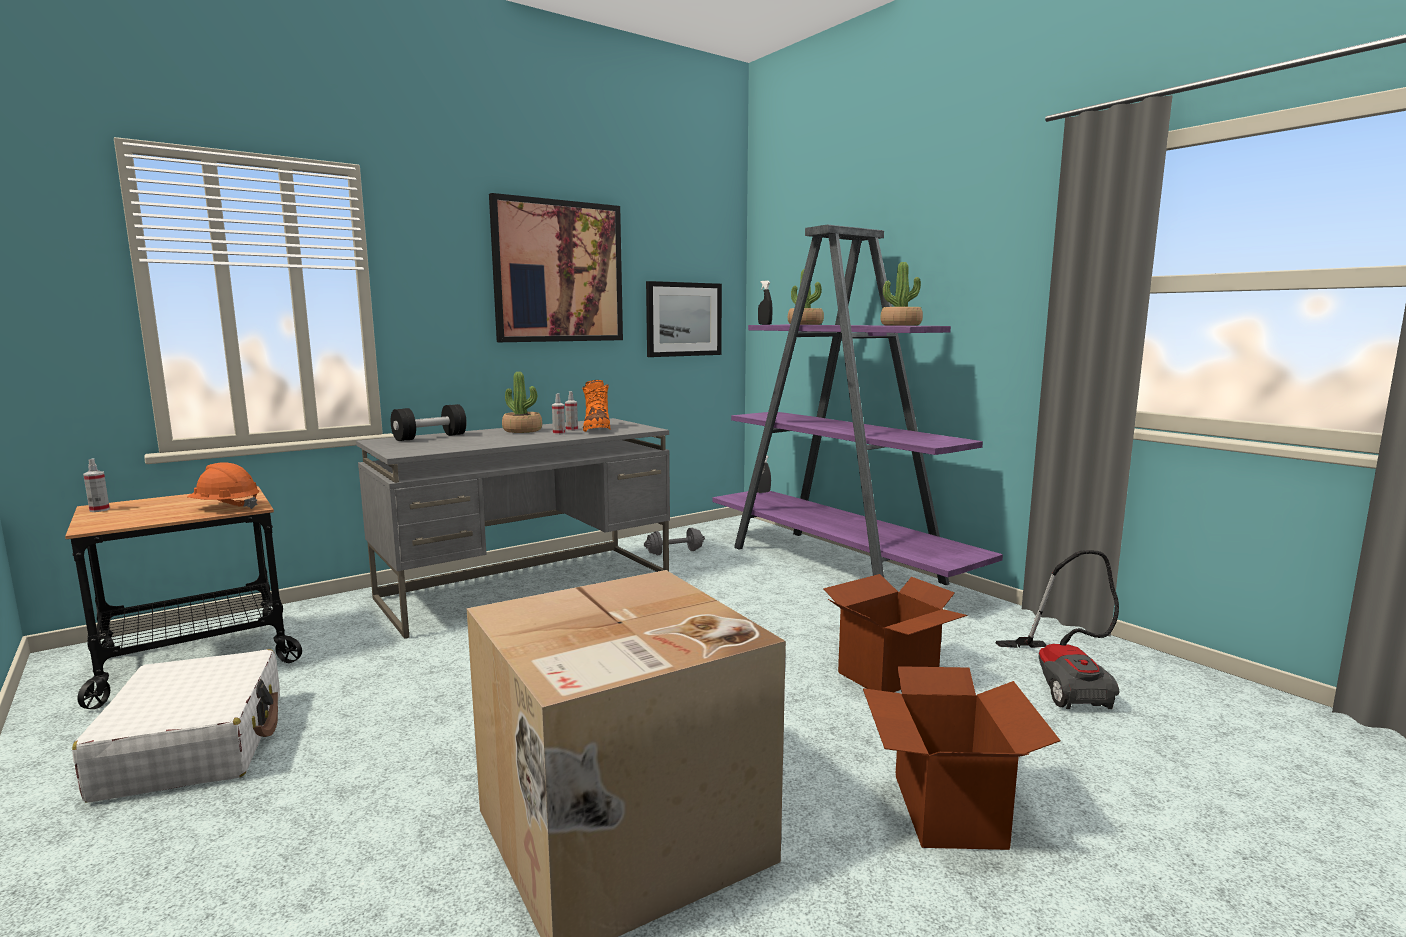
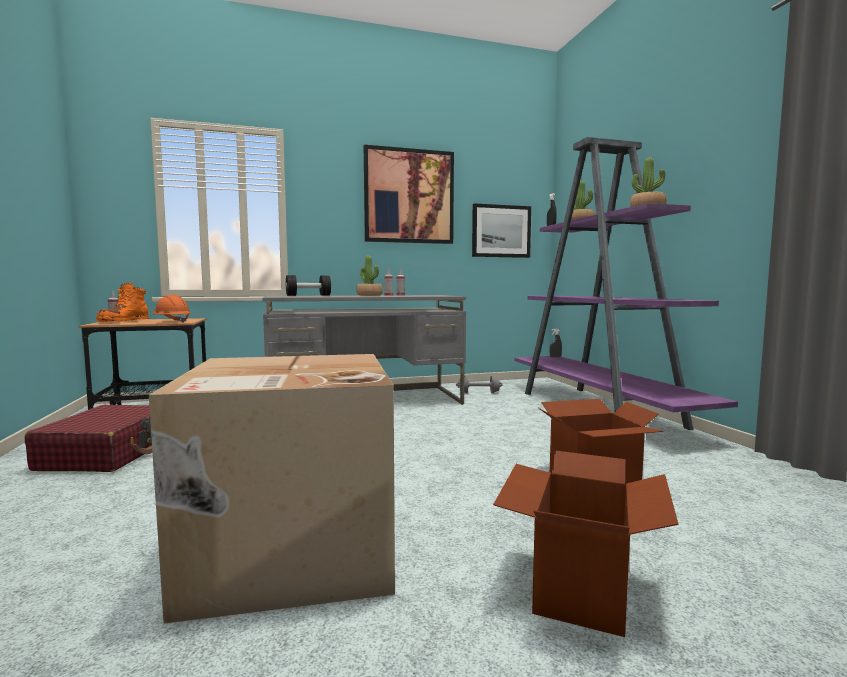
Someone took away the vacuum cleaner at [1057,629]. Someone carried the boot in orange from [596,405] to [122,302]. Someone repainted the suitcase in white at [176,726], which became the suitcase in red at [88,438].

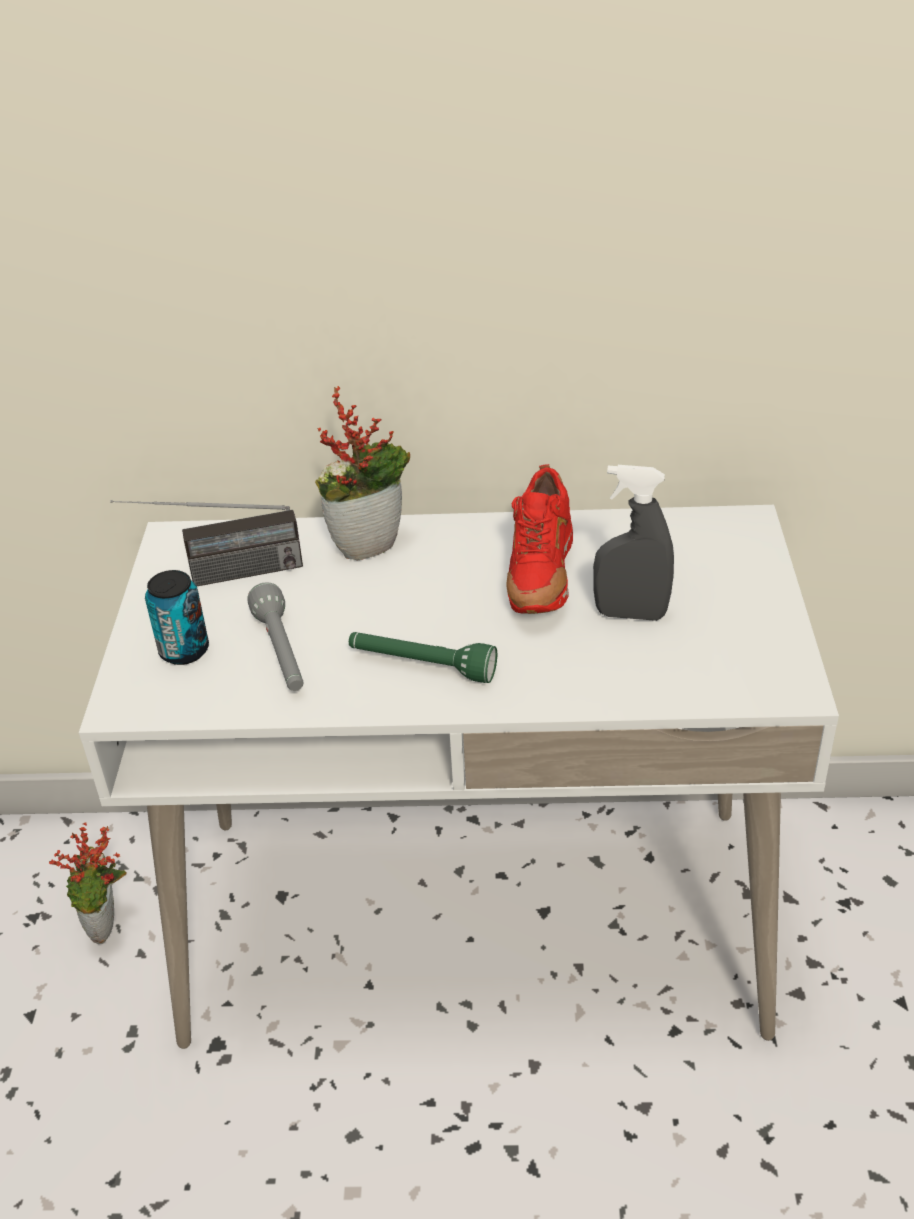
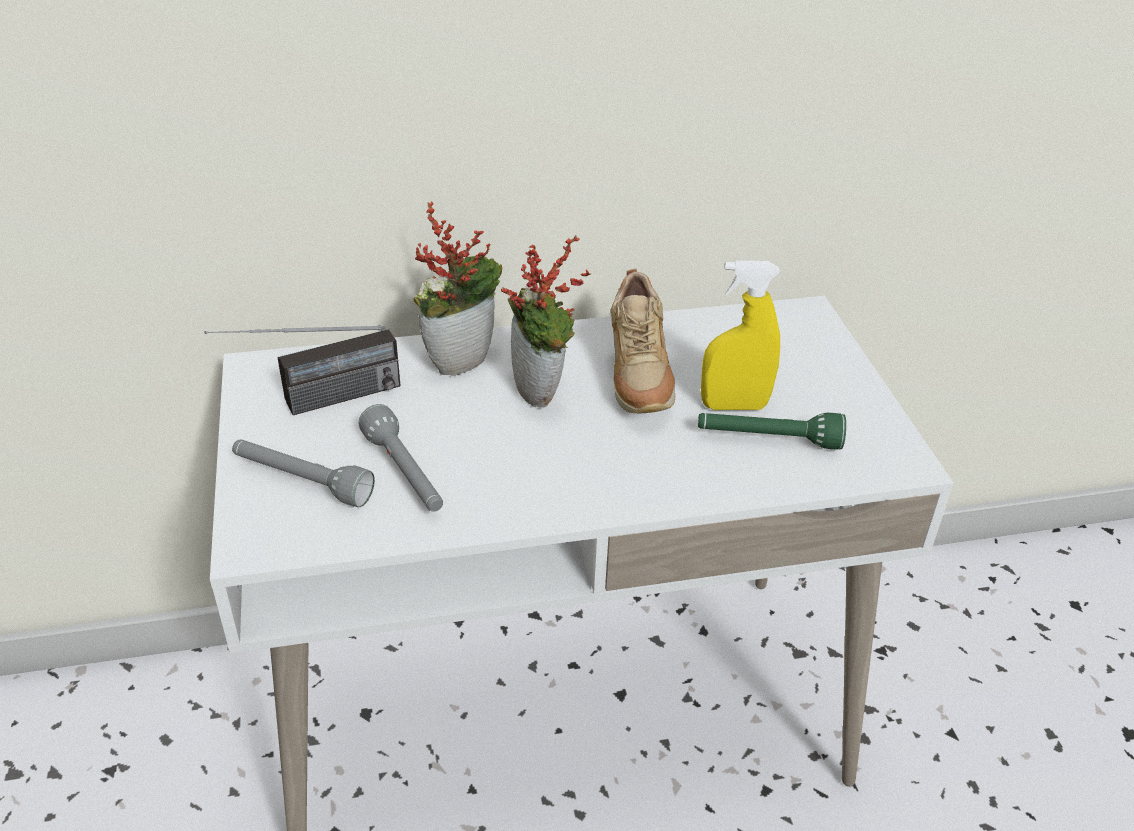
Someone carried the potted plant from [88,883] to [545,321]. Someone carried the flashlight in green from [423,657] to [772,431]. Someone swapped the can at [177,617] for the flashlight in grey at [303,473]. Someone repainted the shoe in red at [540,539], which became the shoe in beige at [643,341]. Someone repainted the spray bottle in grey at [633,543], which became the spray bottle in yellow at [740,335].

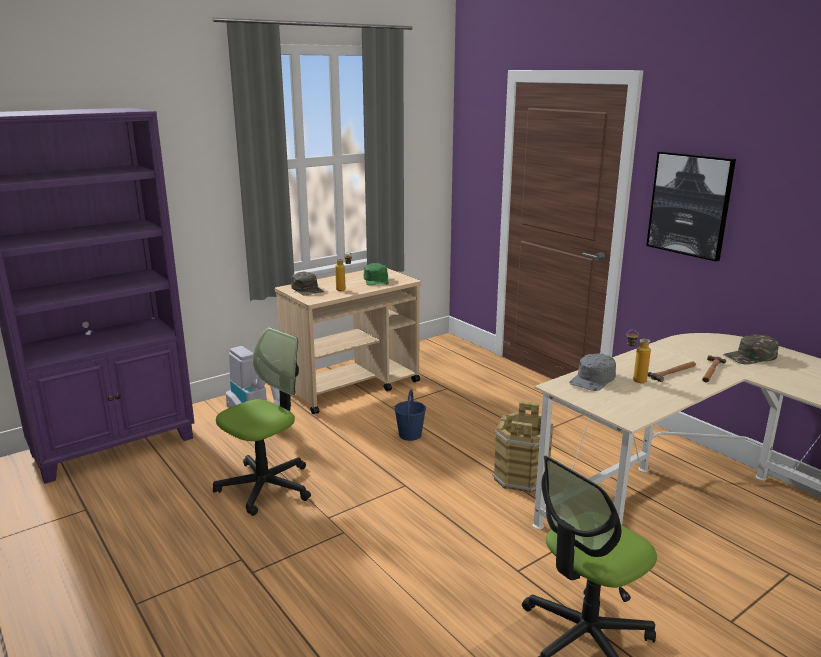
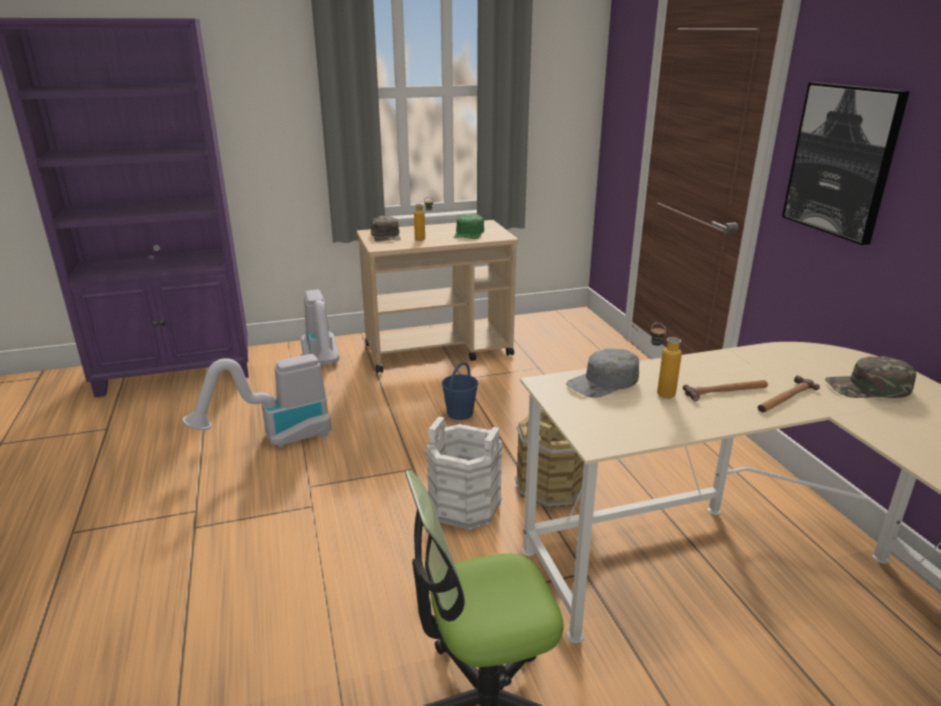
Someone put down the bucket in white at [464,473]. Someone swapped the office chair at [262,421] for the vacuum cleaner at [257,401].

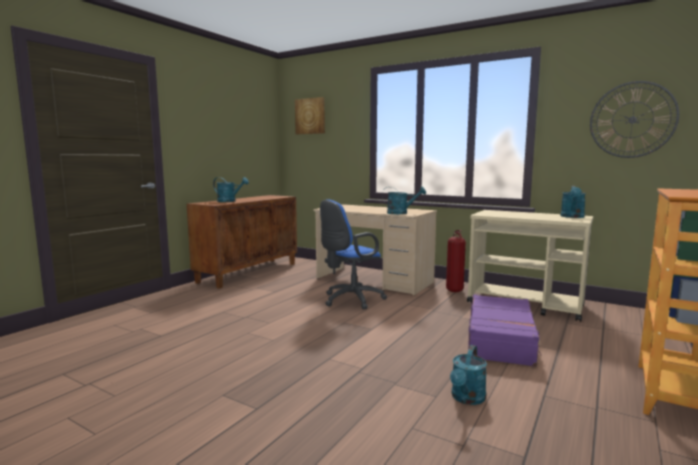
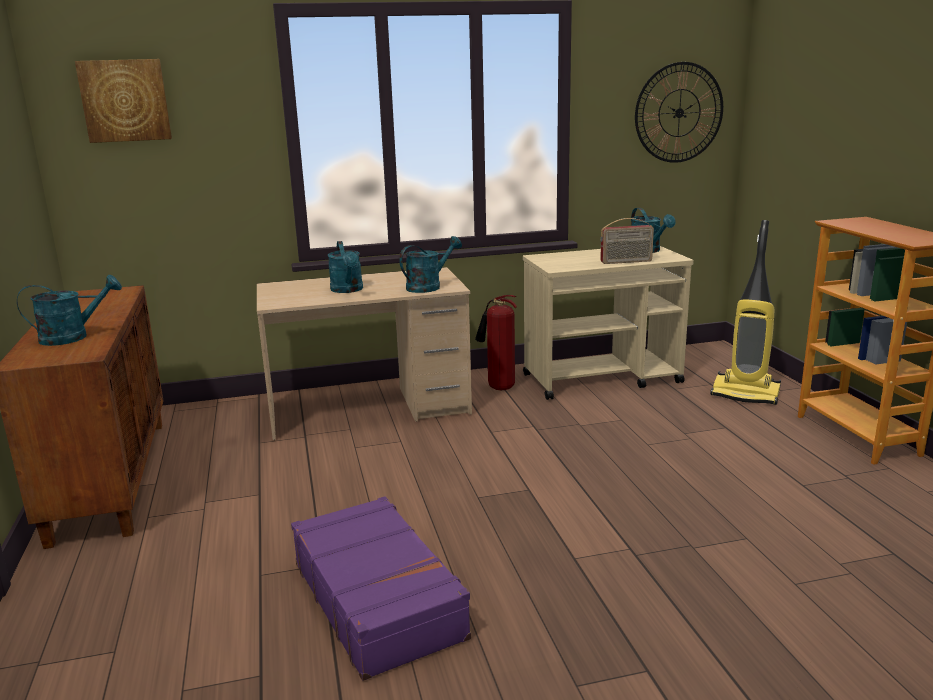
Someone took away the office chair in blue at [353,254]. Someone put down the radio at [627,241]. Someone put down the vacuum cleaner at [745,312]. Someone carried the watering can in turquoise from [468,375] to [345,267]. Someone carried the suitcase in purple from [505,331] to [381,588].

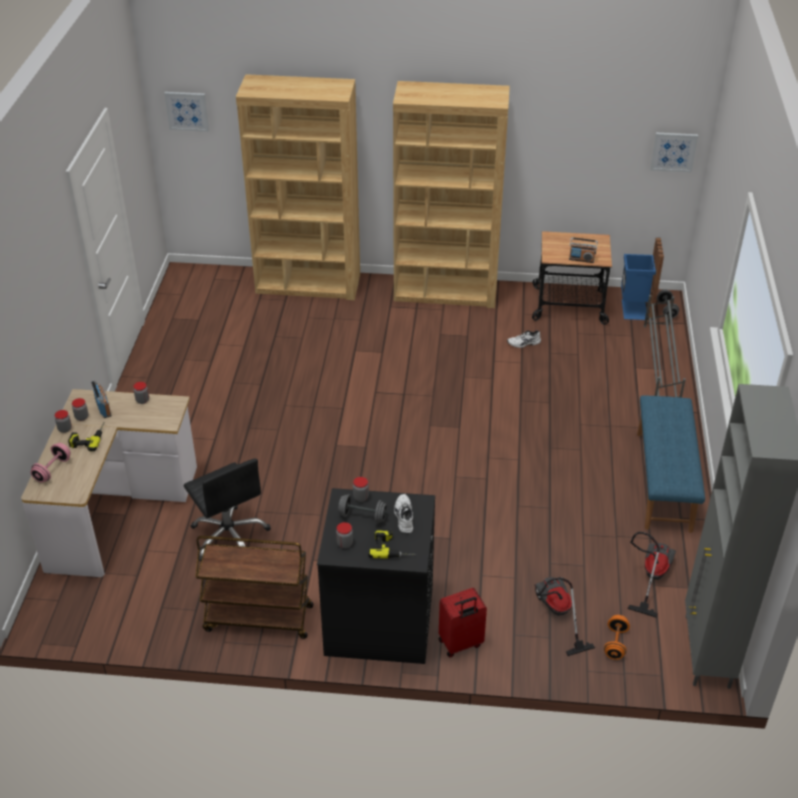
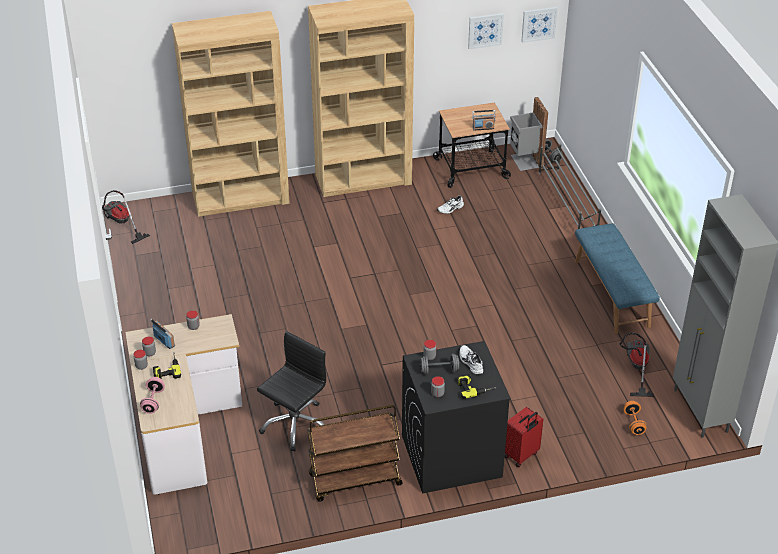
Someone carried the picture from [186,112] to [486,31]. Someone carried the vacuum cleaner from [564,616] to [126,217]. Someone repainted the trash can in blue at [642,279], which became the trash can in grey at [529,134]. Someone rotated the office chair in black at [227,510] by 90 degrees counterclockwise.

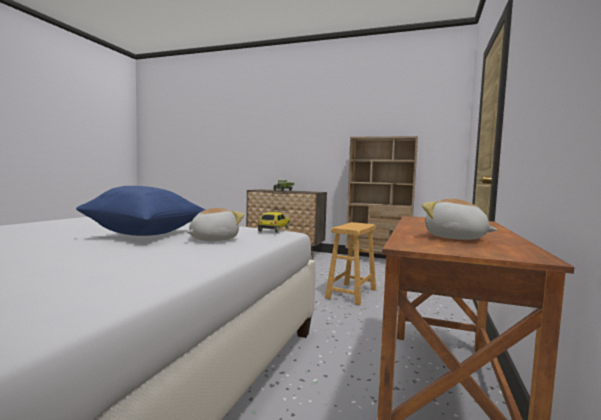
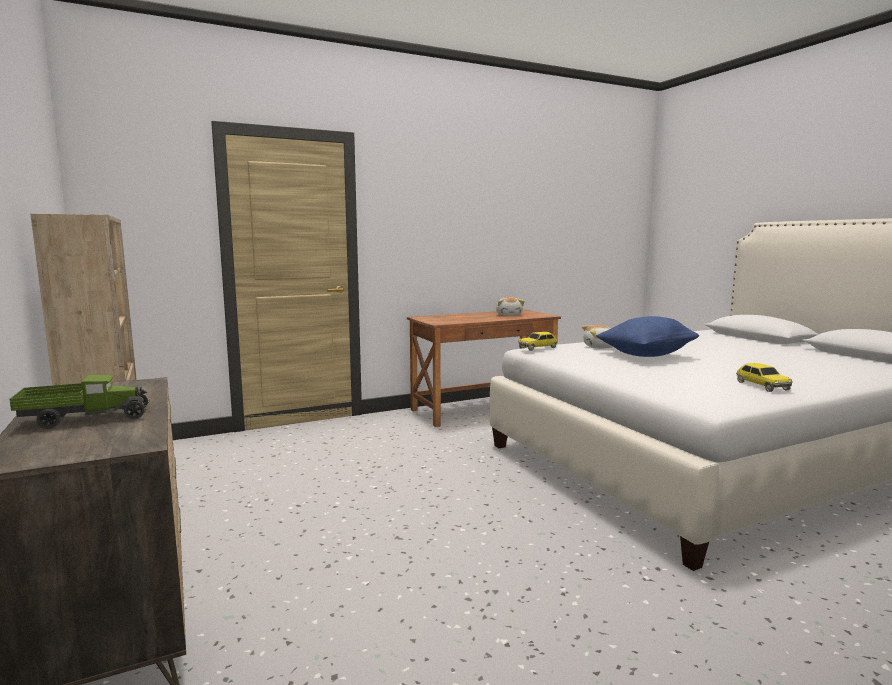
Someone took away the stool in brown at [350,263]. Someone put down the toy car at [764,377].

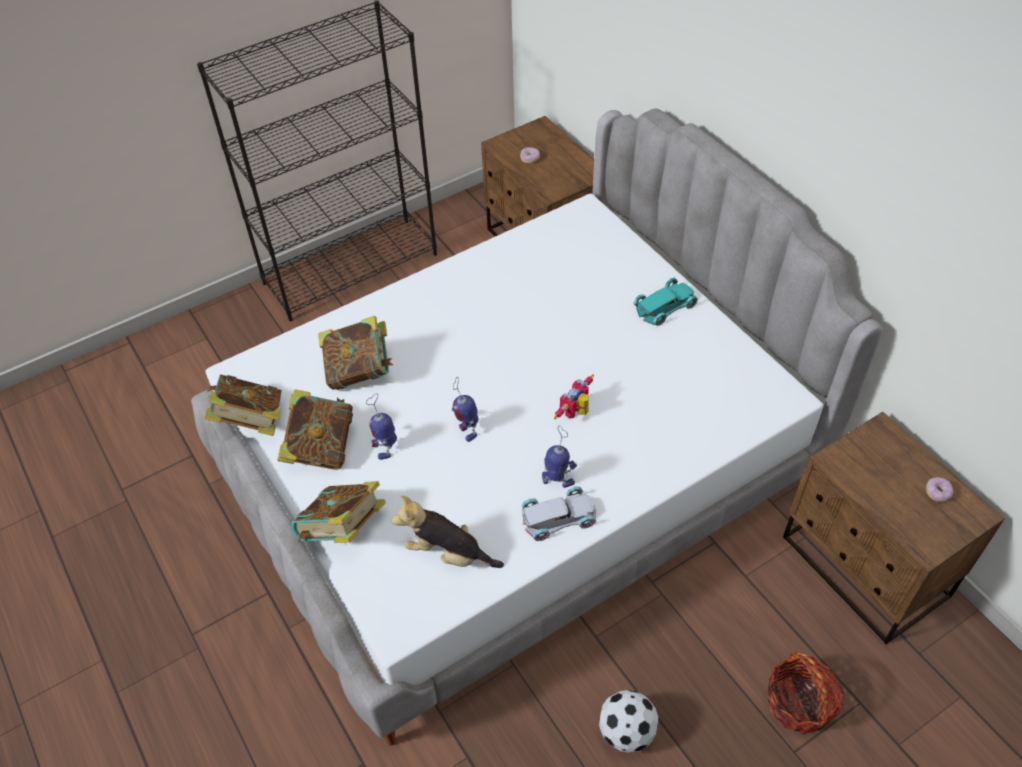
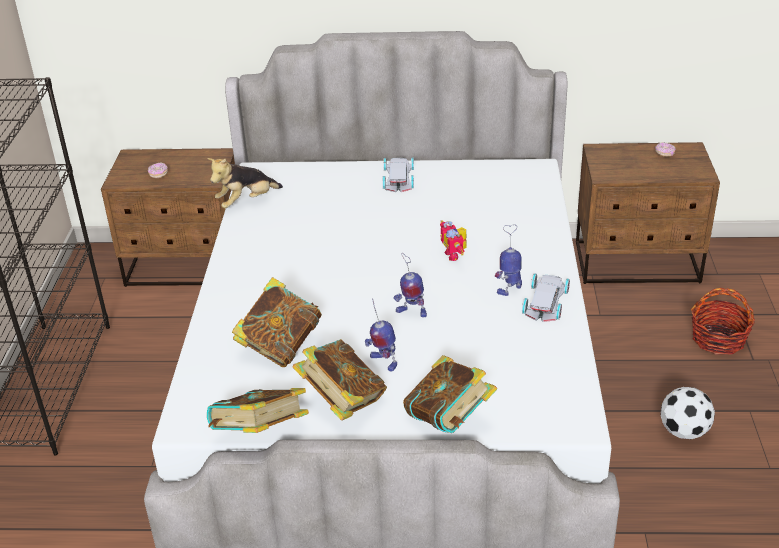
Someone carried the plush toy from [448,532] to [245,183]. Someone repainted the toy car in turquoise at [666,302], which became the toy car in white at [398,174].

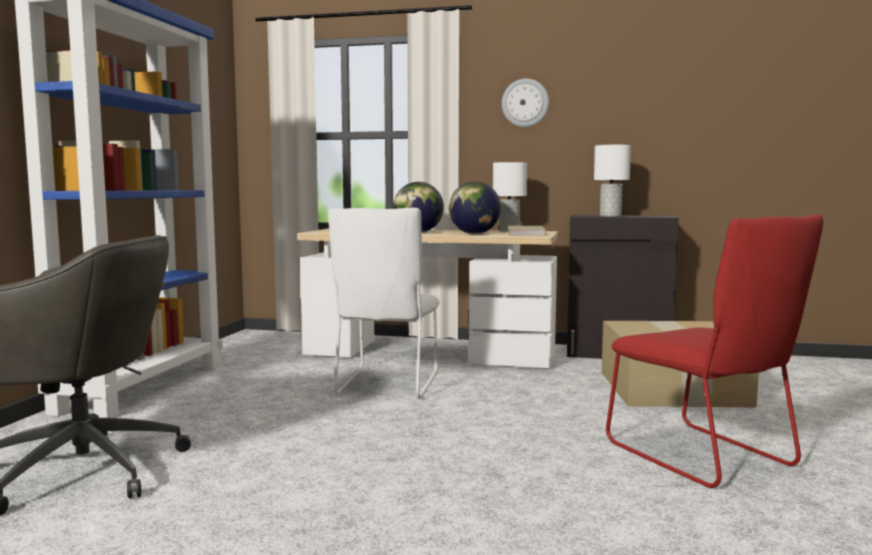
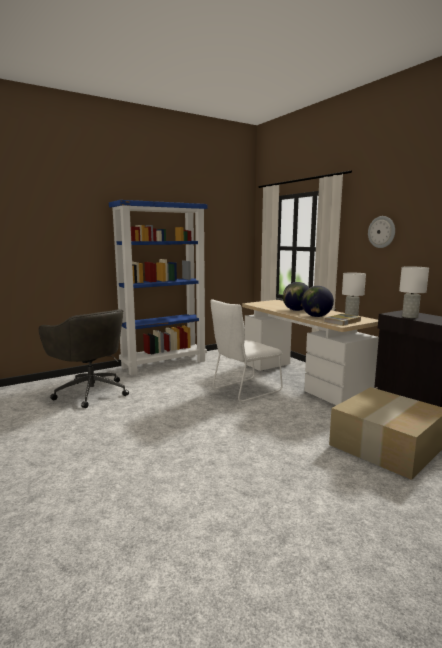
Someone took away the chair in red at [714,351].

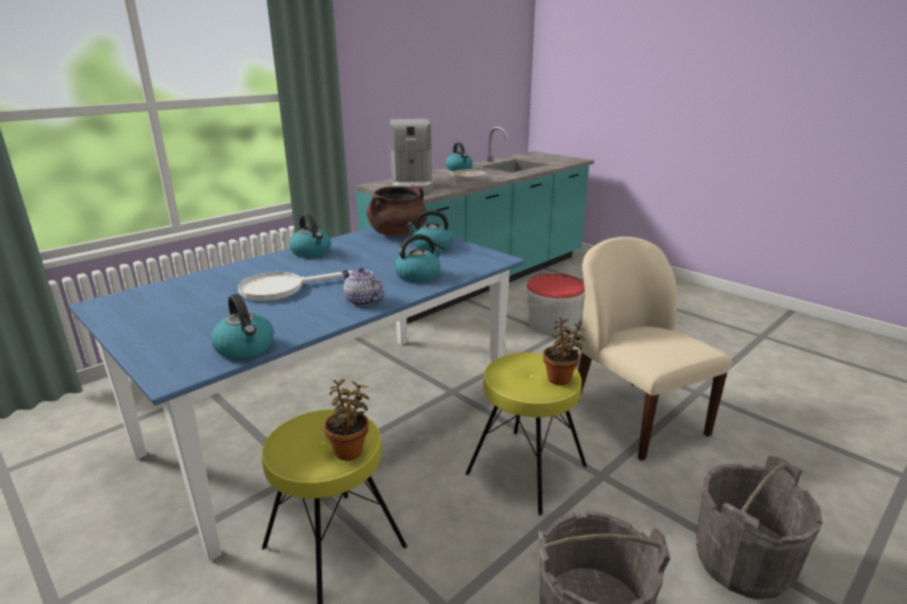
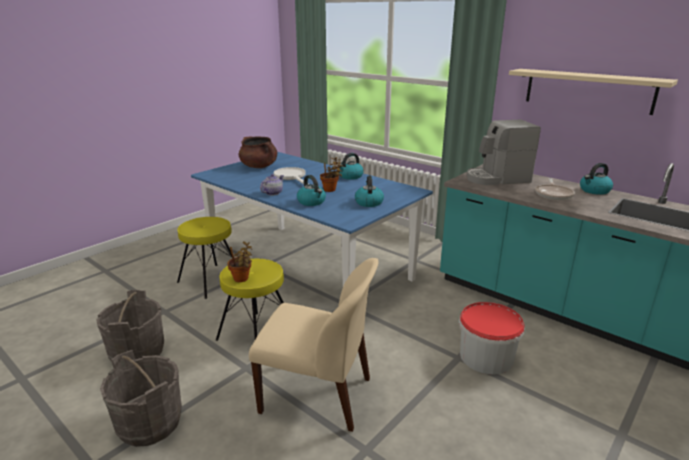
Someone took away the kettle at [242,326]. Someone put up the shelf in beige at [593,92]. Someone carried the potted plant from [346,420] to [332,174]. Someone carried the cooking pot in brown from [397,211] to [258,152]. Someone rotated the chair in beige at [655,349] by 45 degrees clockwise.

